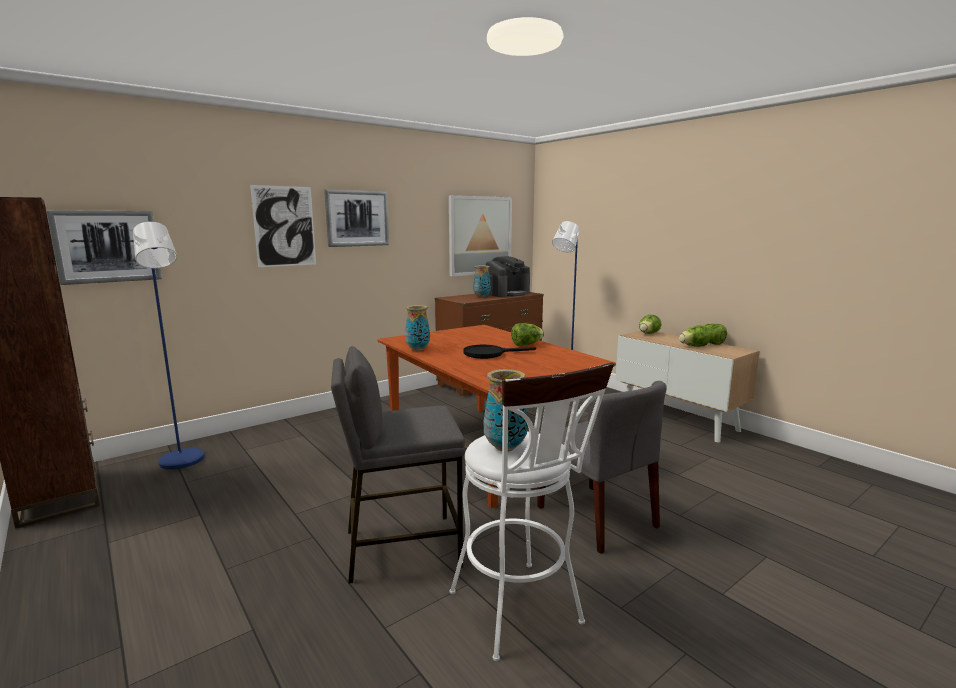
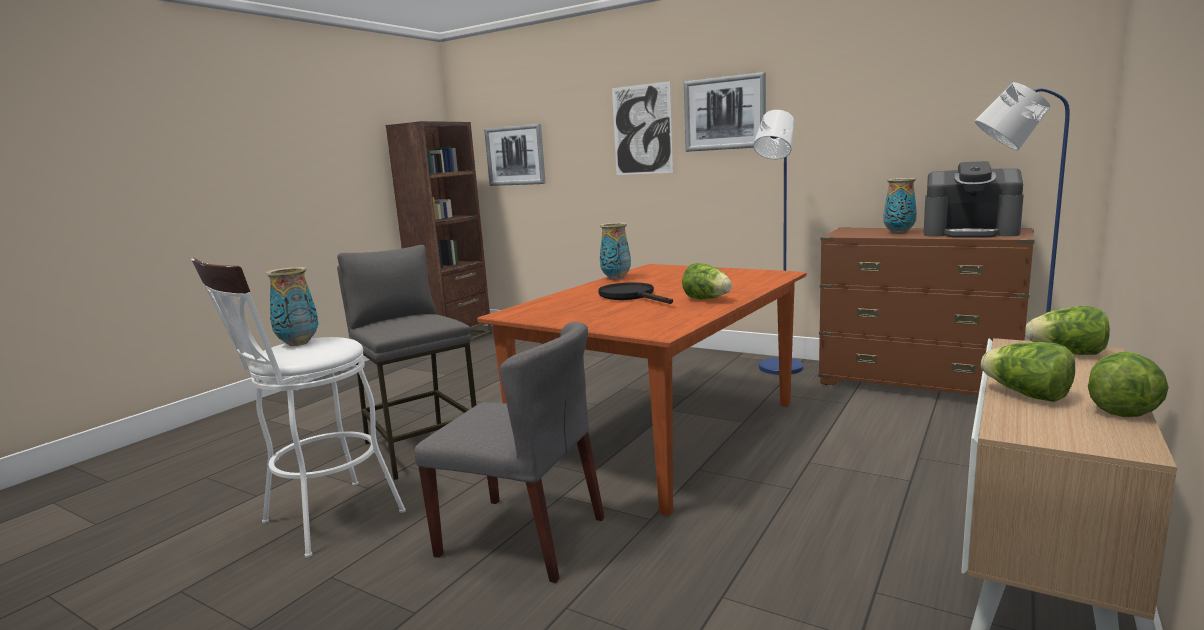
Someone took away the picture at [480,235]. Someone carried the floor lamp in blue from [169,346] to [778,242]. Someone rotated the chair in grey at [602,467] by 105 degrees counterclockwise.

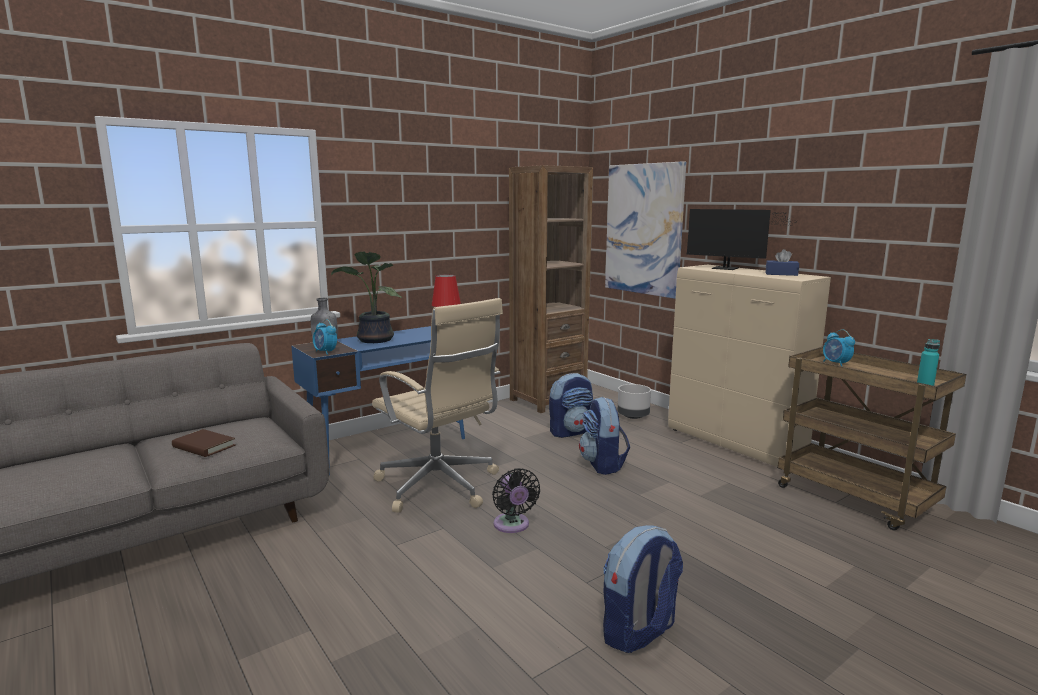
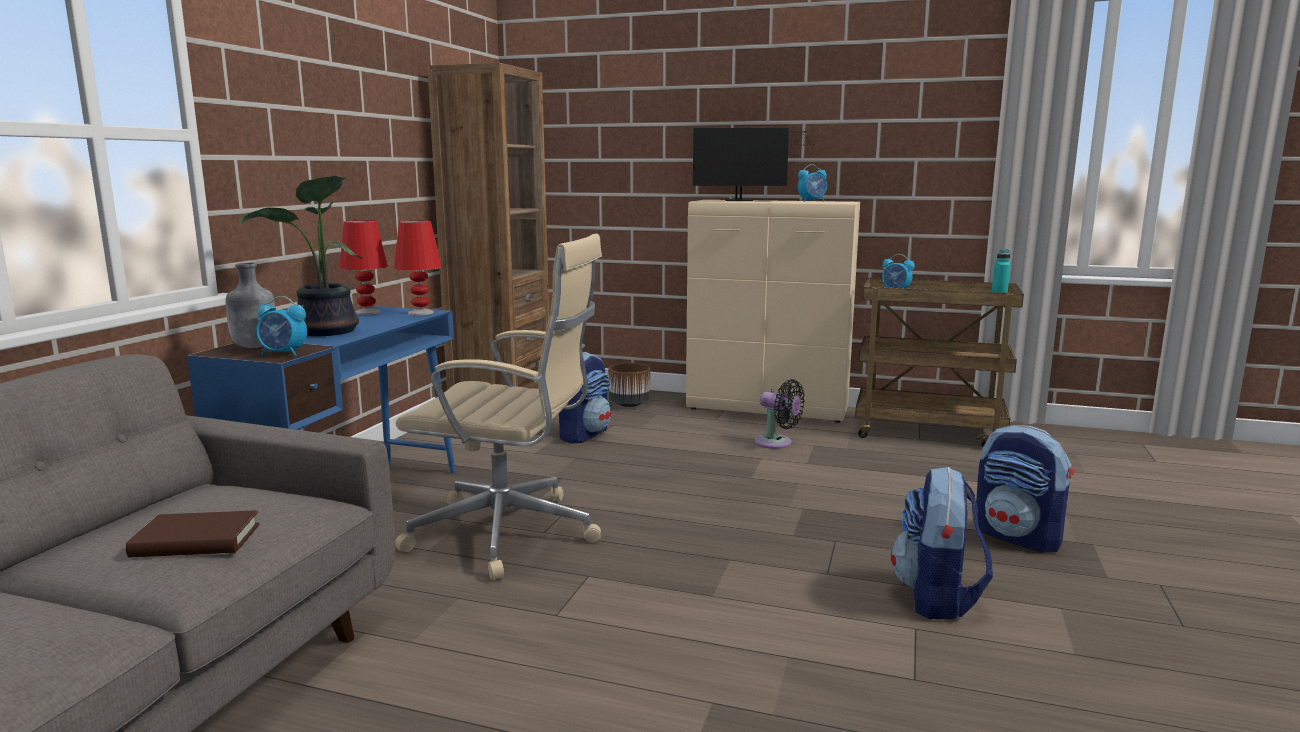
Someone took away the picture at [645,230]. Someone put down the table lamp in red at [364,267]. Someone carried the fan in black from [516,500] to [780,414]. Someone carried the backpack from [604,436] to [1025,489]. Someone swapped the tissue box in blue at [782,262] for the alarm clock at [812,183]. Someone repainted the planter in grey at [634,401], which became the planter in brown at [629,385].

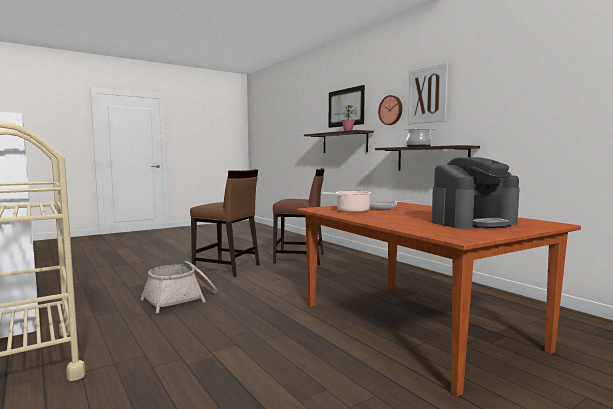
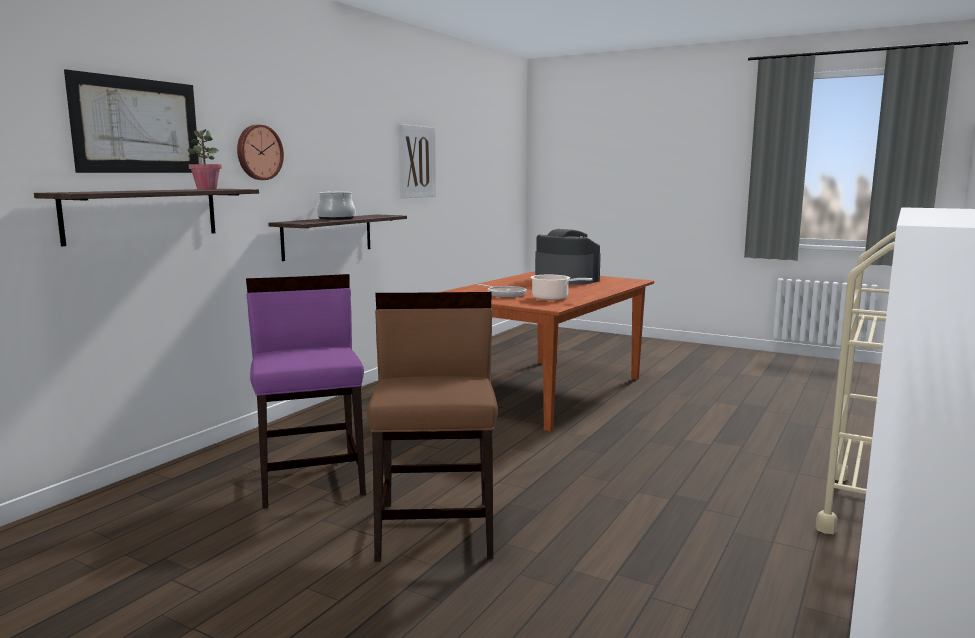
Someone took away the basket at [179,287]. Someone carried the picture from [428,93] to [417,161]. Someone repainted the chair in brown at [299,216], which became the chair in purple at [306,391].

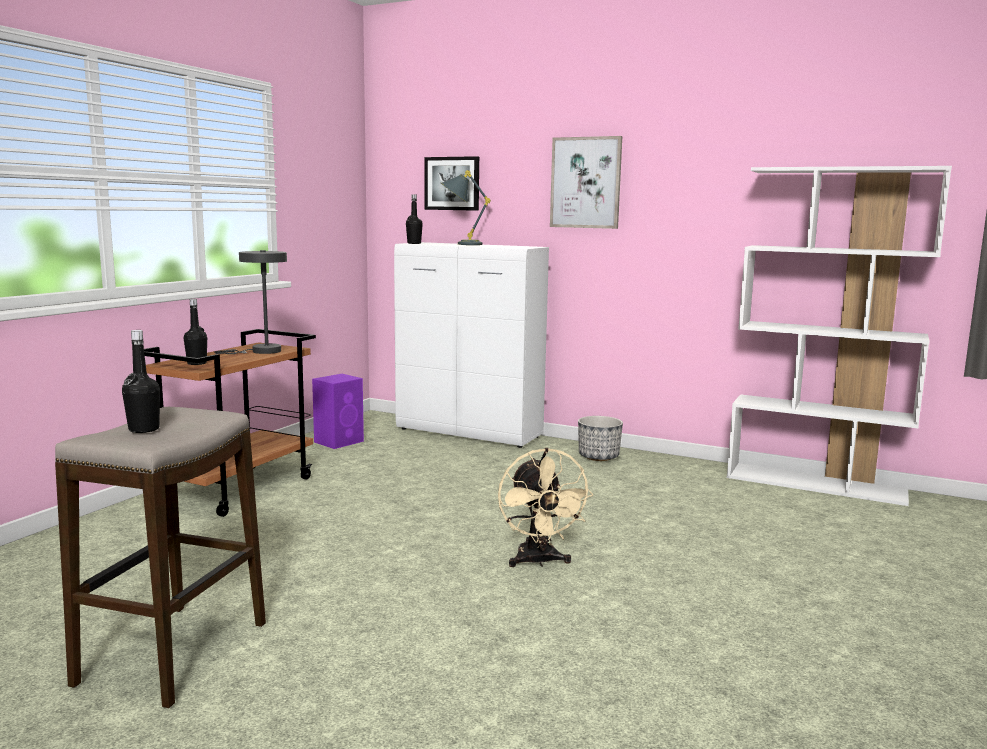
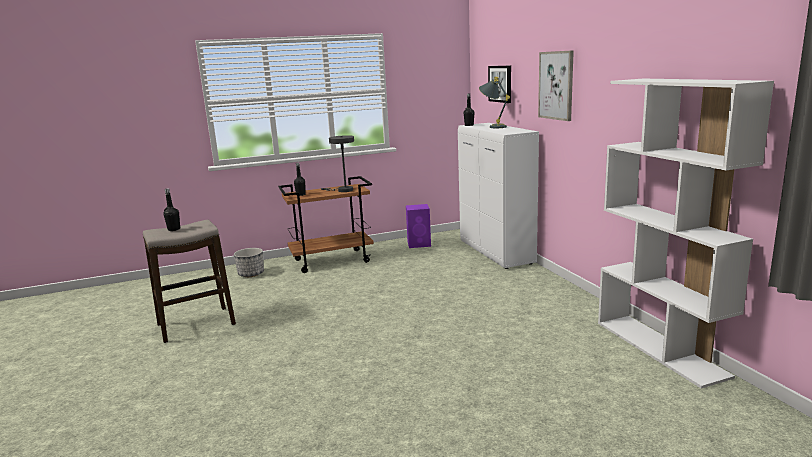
Someone took away the fan in beige at [545,507]. Someone carried the planter from [600,438] to [249,262].

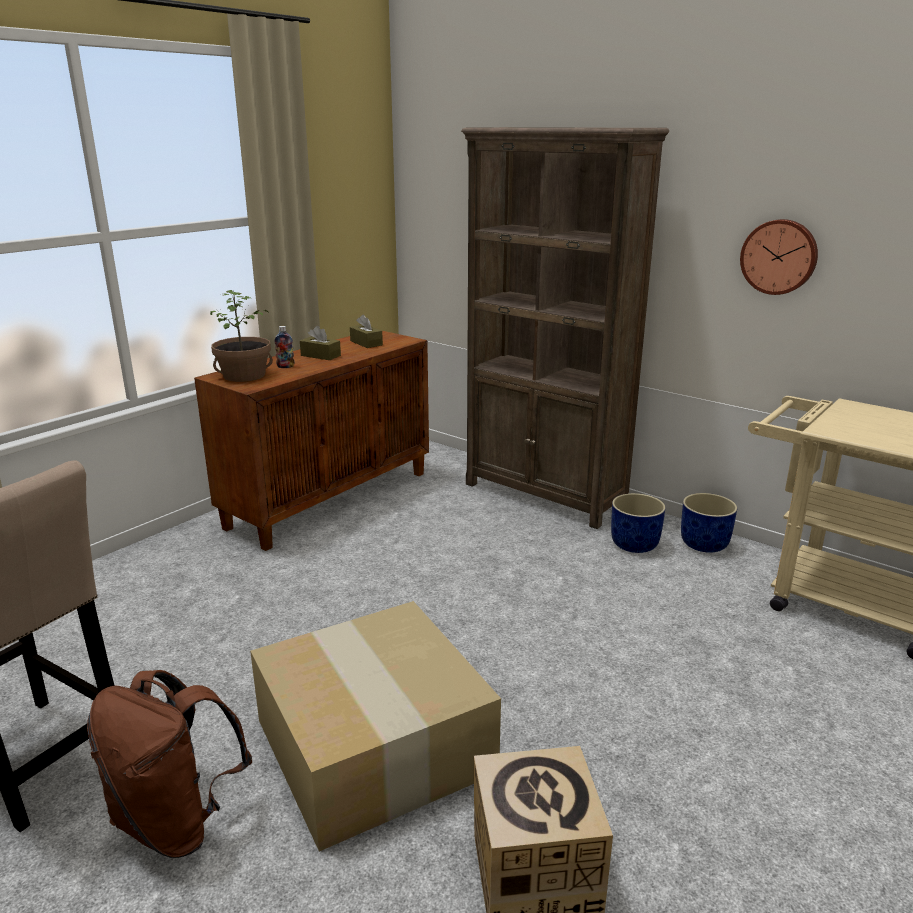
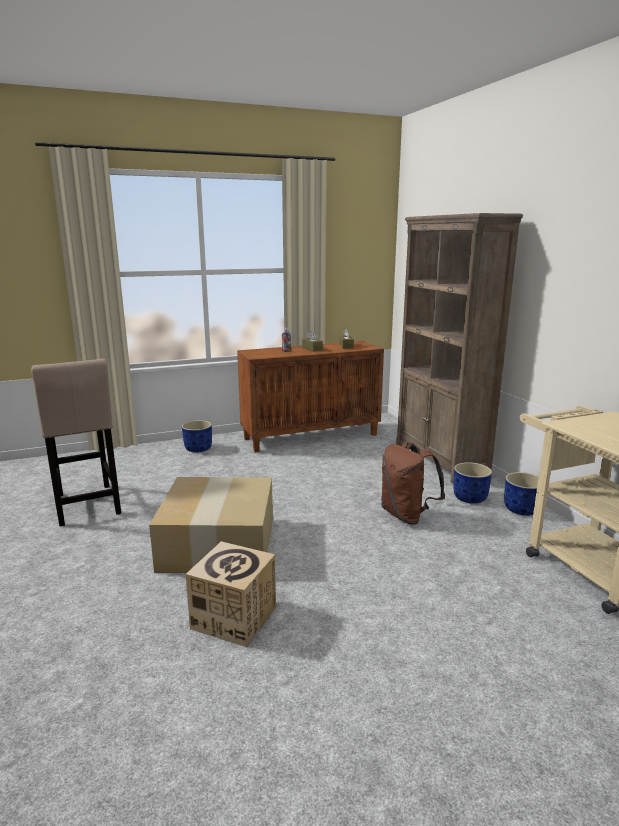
Someone took away the potted plant at [241,336]. Someone took away the wall clock at [779,257]. Someone put down the planter in blue at [197,436]. Someone carried the backpack in brown from [169,764] to [413,484].

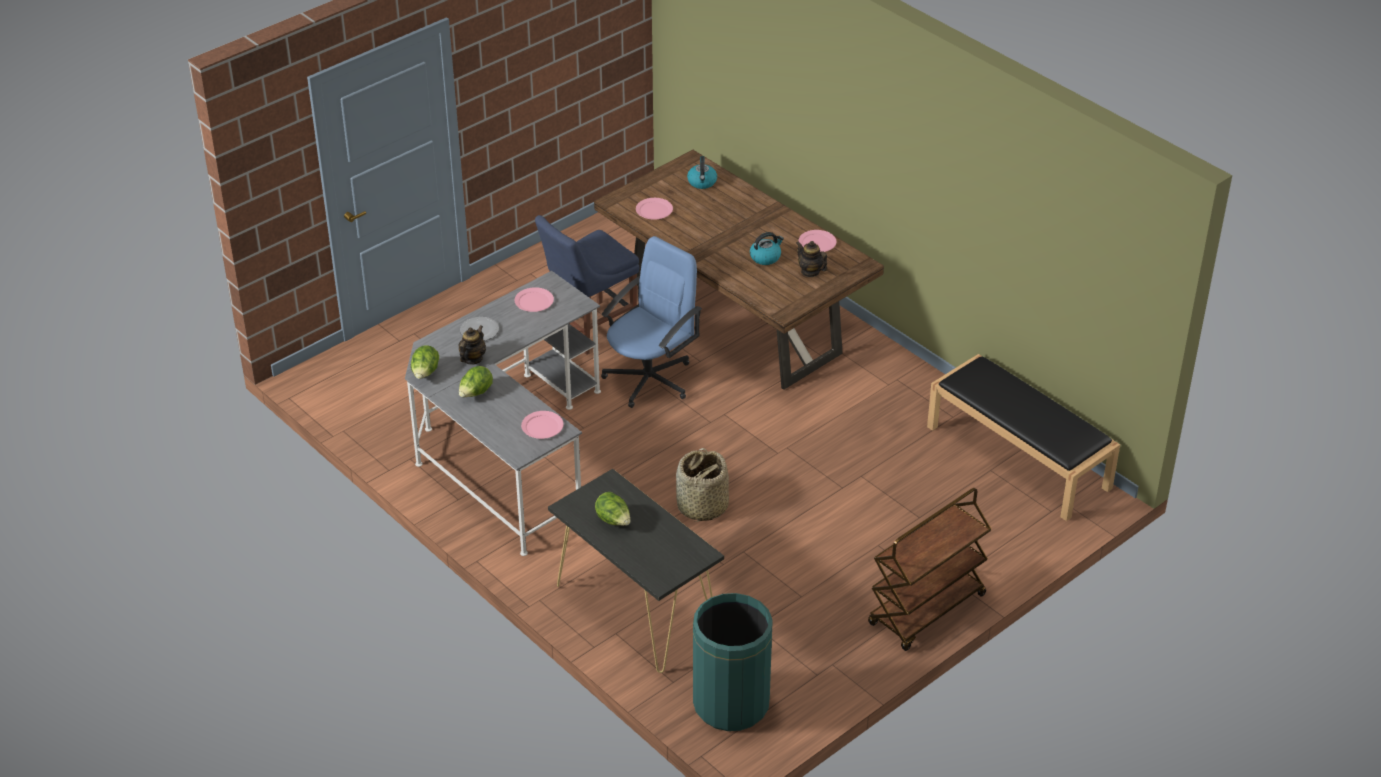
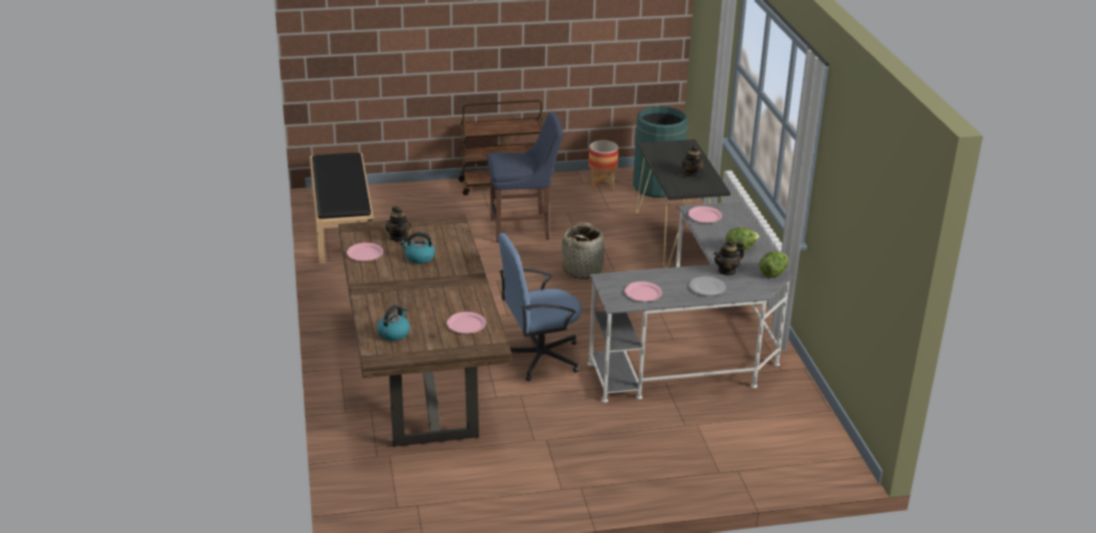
Someone put down the planter at [604,165]. Someone carried the chair in blue from [587,285] to [525,177]. Someone swapped the lettuce at [612,509] for the teapot at [693,161].

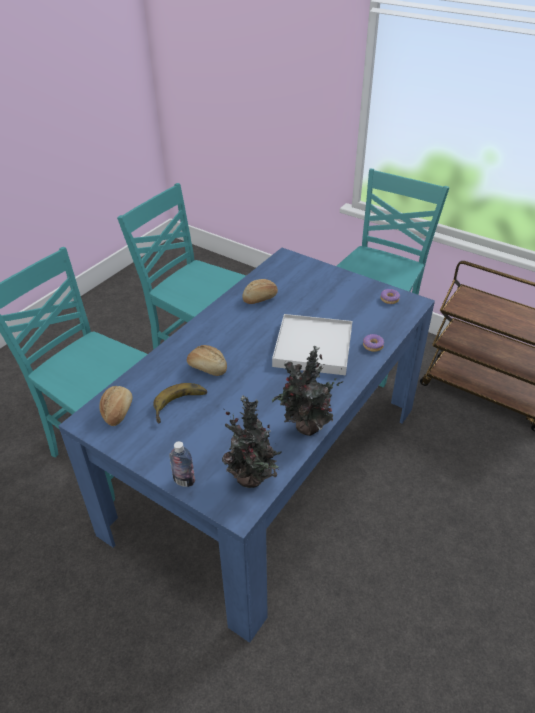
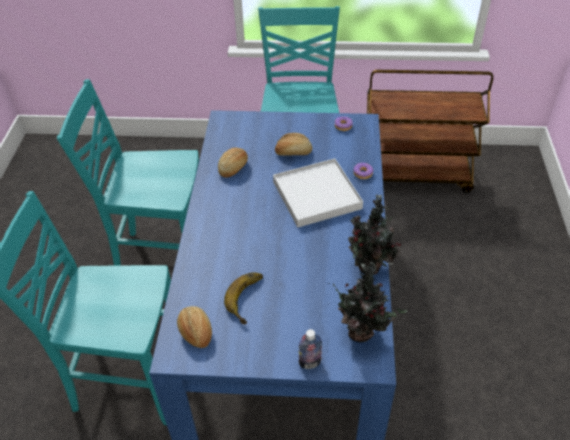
Someone carried the bread from [207,360] to [293,144].

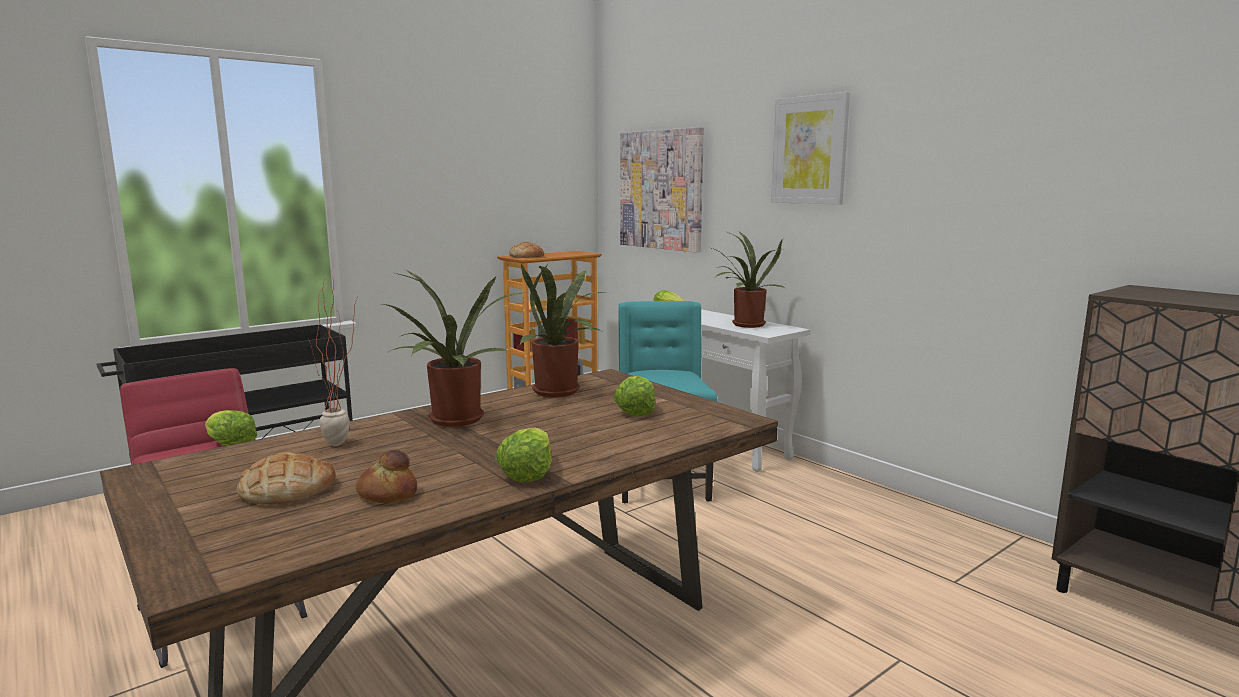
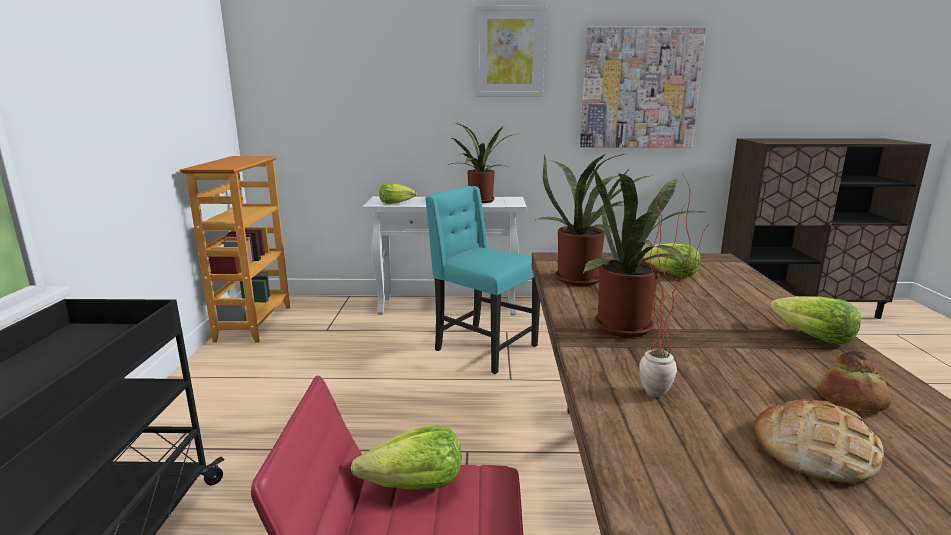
Someone took away the bread at [526,250]. Someone carried the picture from [662,190] to [643,87].

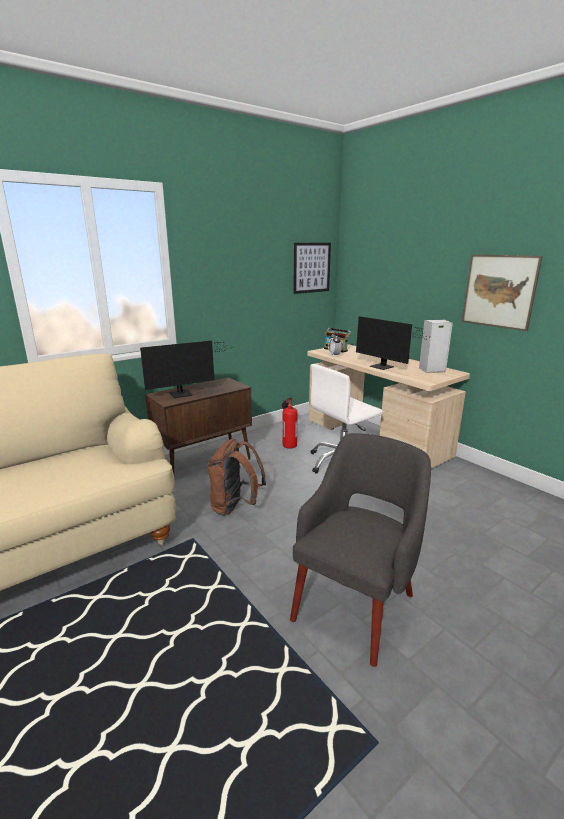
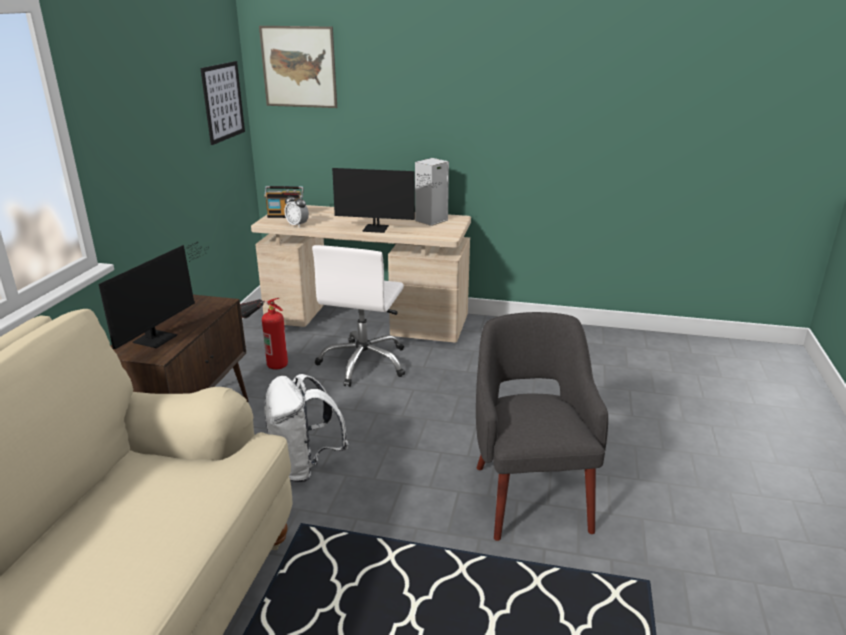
Someone carried the picture from [502,292] to [298,67]. Someone repainted the backpack in brown at [236,477], which became the backpack in white at [306,428].

